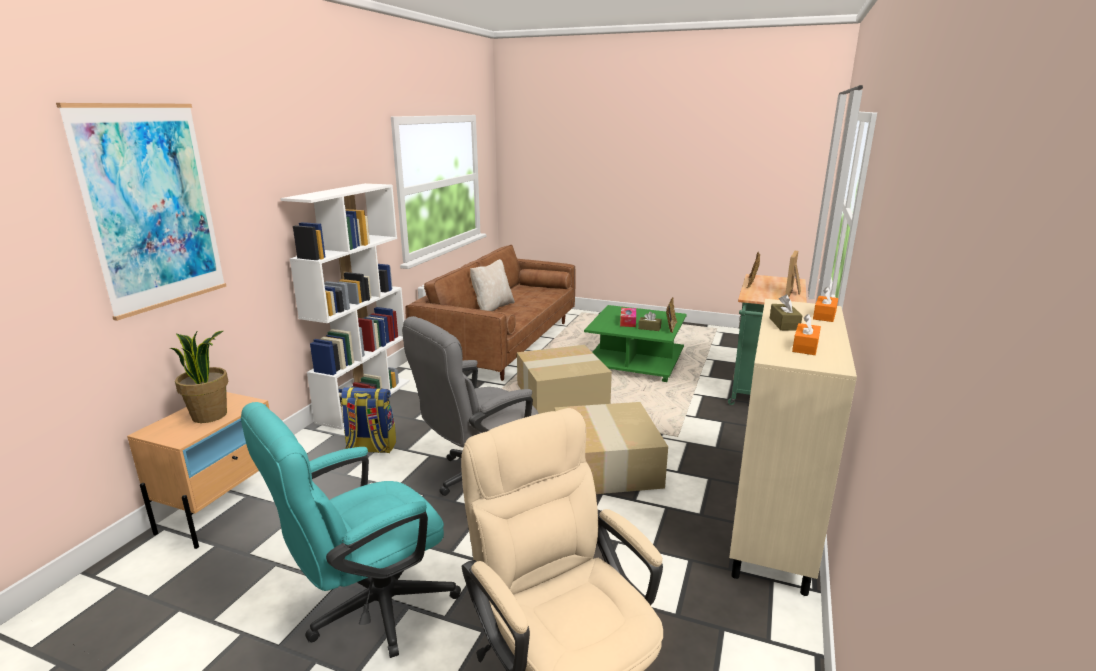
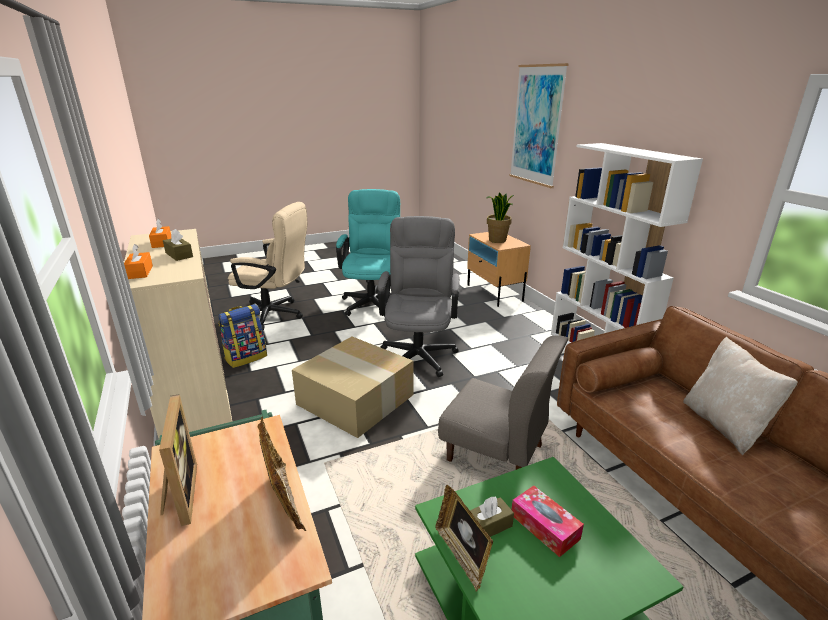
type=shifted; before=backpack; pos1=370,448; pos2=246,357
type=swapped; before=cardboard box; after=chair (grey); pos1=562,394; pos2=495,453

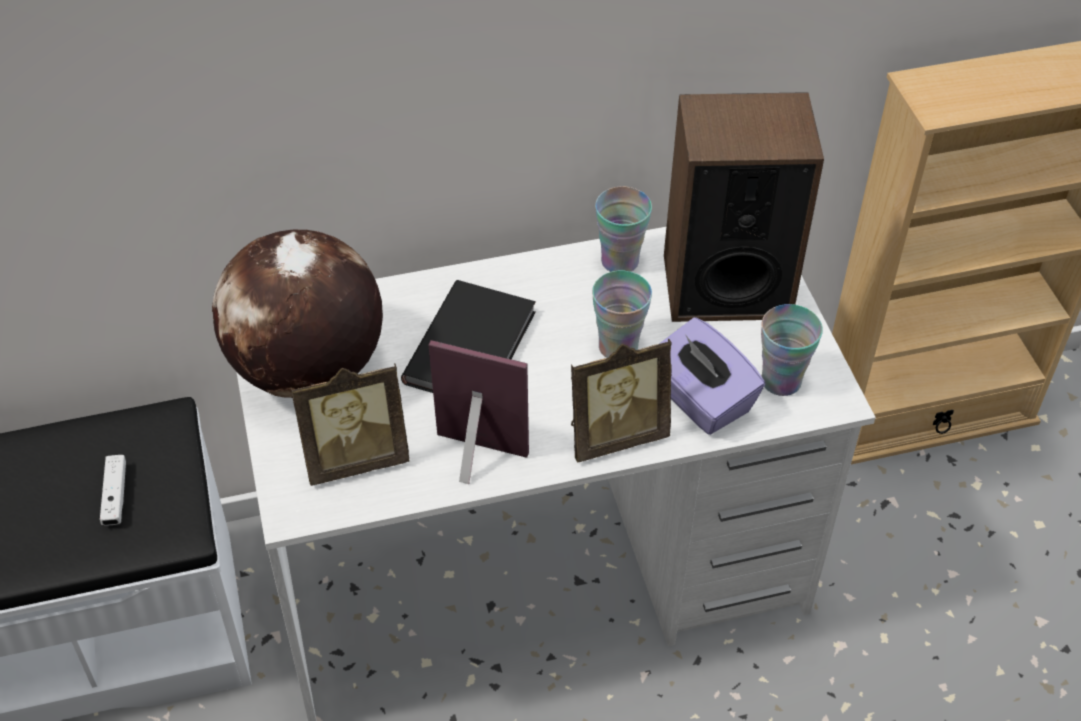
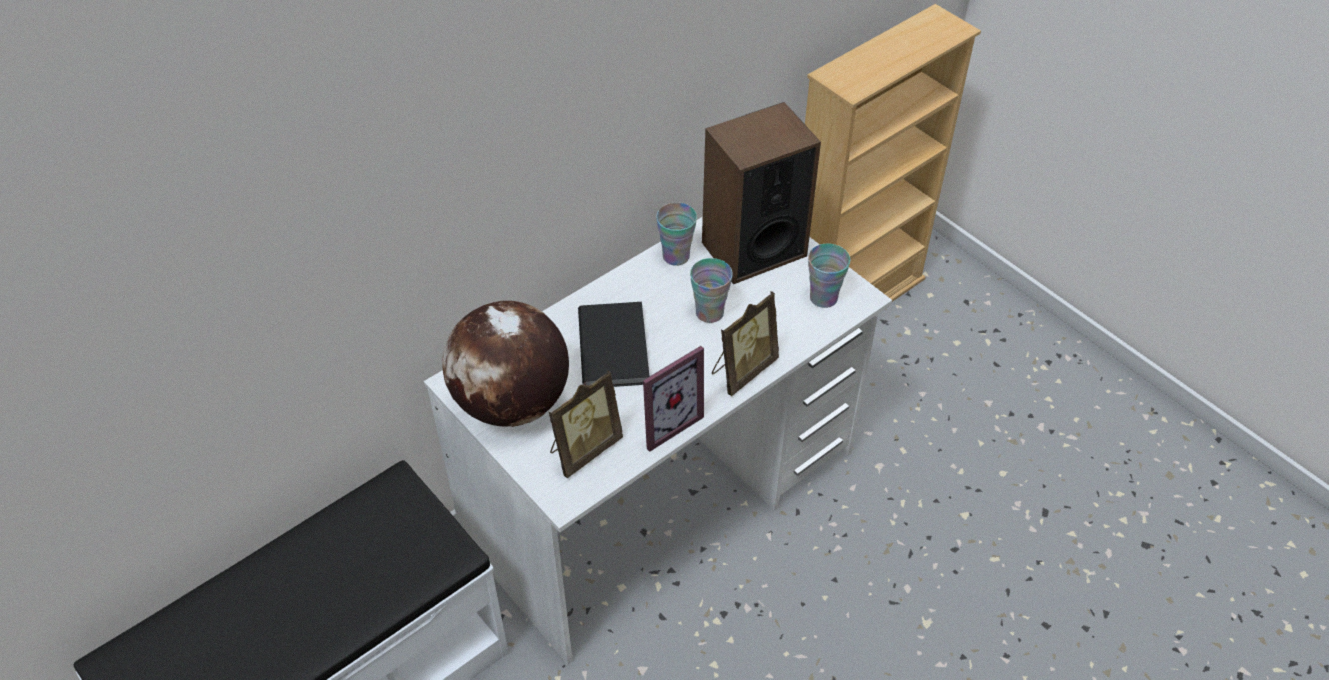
type=rotated; before=picture frame; pos1=474,462; pos2=664,421; turn=150
type=gone; before=game controller (white); pos1=115,496
type=gone; before=tissue box (purple); pos1=700,399

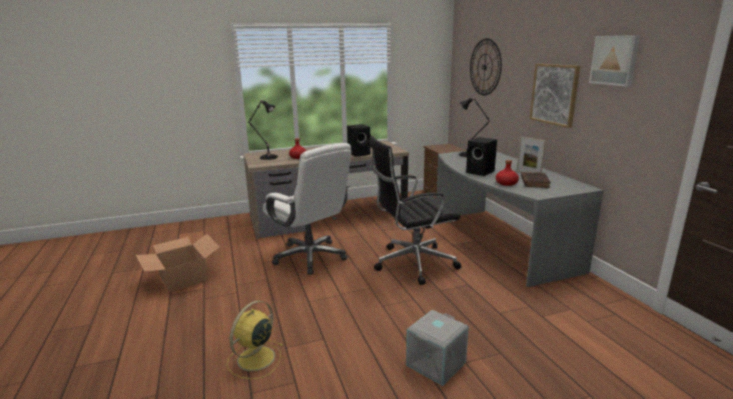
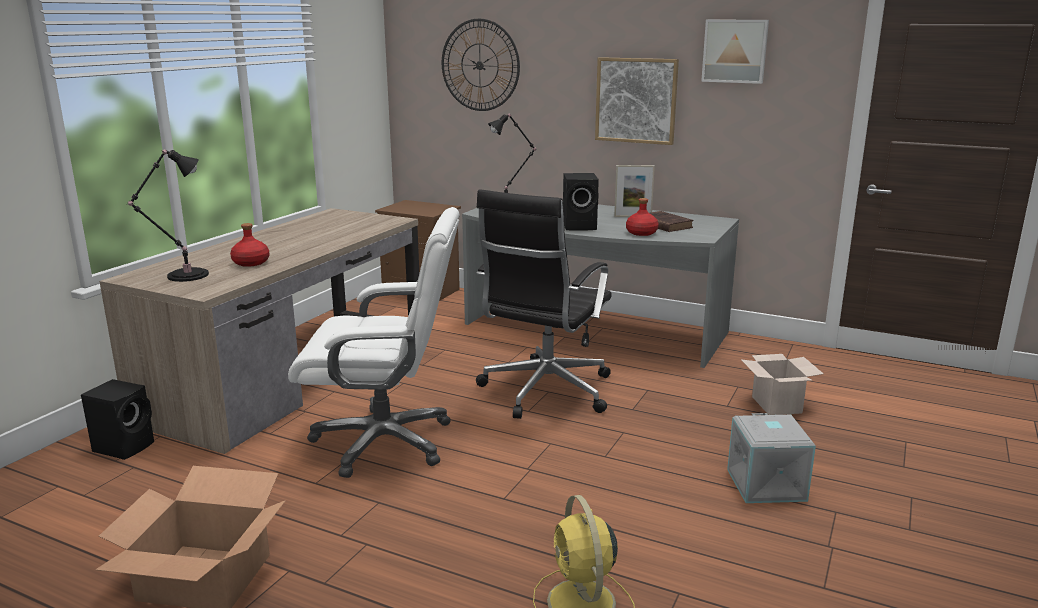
type=shifted; before=speaker (black); pos1=360,153; pos2=125,446
type=new; after=cardboard box; pos2=778,405

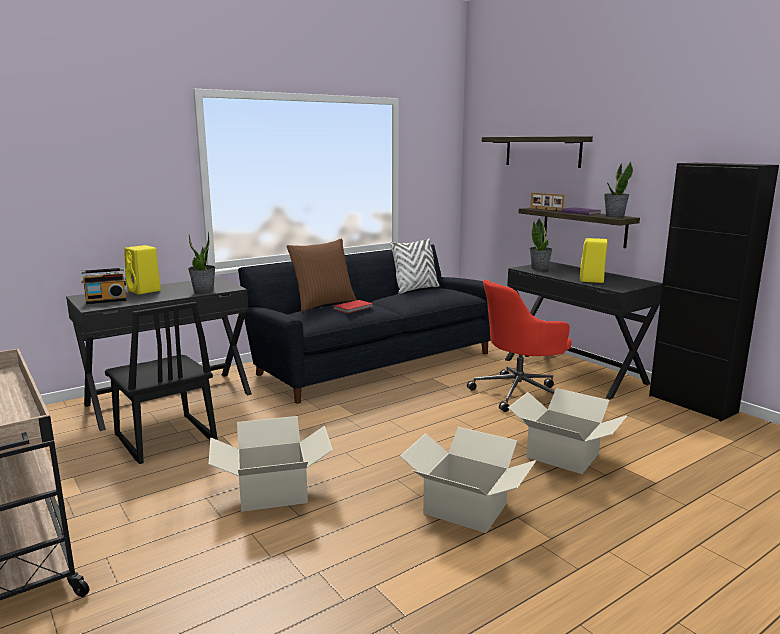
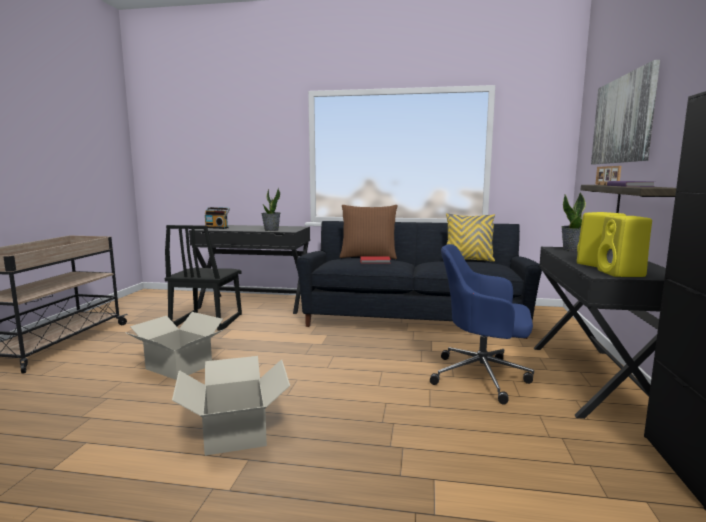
type=repainted; before=office chair (red); after=office chair (blue); pos1=519,393; pos2=482,376
type=repainted; before=pillow (white); after=pillow (yellow); pos1=415,289; pos2=468,260
type=swapped; before=shelf; after=picture; pos1=542,151; pos2=623,120
type=shifted; before=speaker (yellow); pos1=145,291; pos2=622,274
type=gone; before=cardboard box; pos1=562,456
type=gone; before=potted plant; pos1=614,216

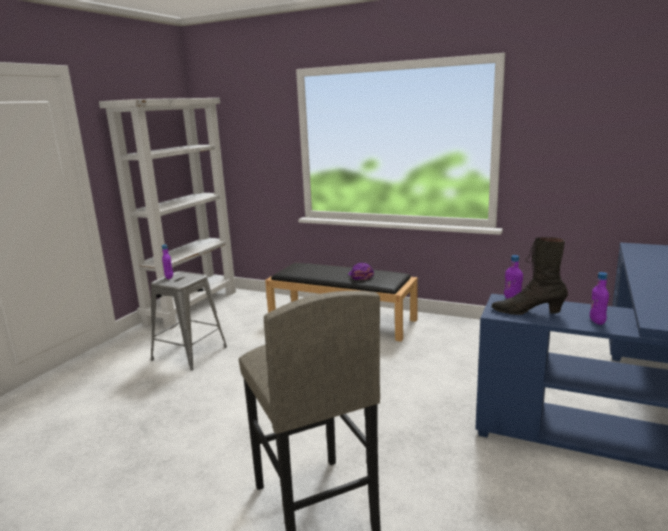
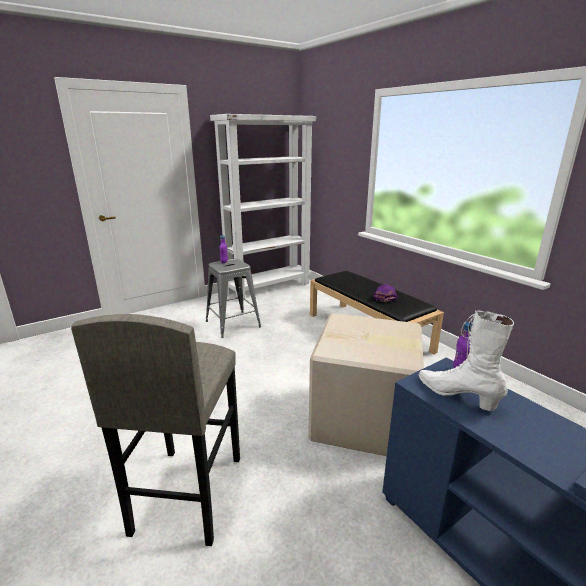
type=new; after=cardboard box; pos2=364,420
type=repainted; before=boot (black); after=boot (white); pos1=527,312; pos2=457,395
type=gone; before=bottle (purple); pos1=597,321

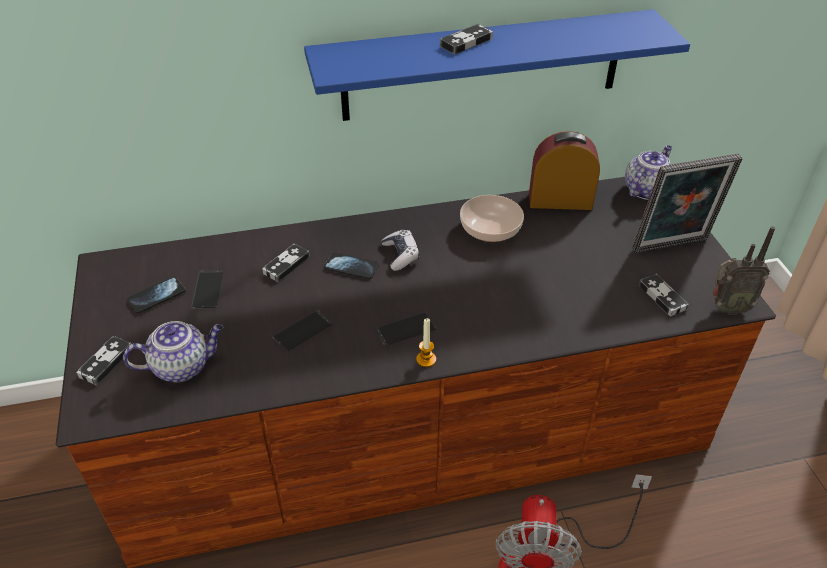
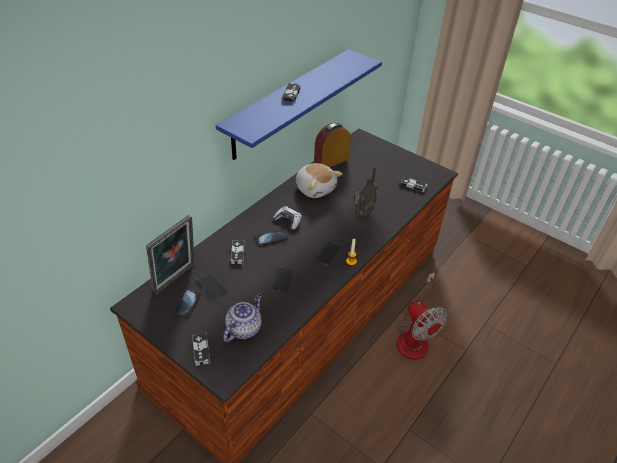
type=shifted; before=picture frame; pos1=672,247; pos2=176,279
type=swapped; before=bowl; after=plush toy; pos1=491,229; pos2=315,188
type=shifted; before=radio; pos1=727,308; pos2=362,213
type=gone; before=teapot; pos1=645,189

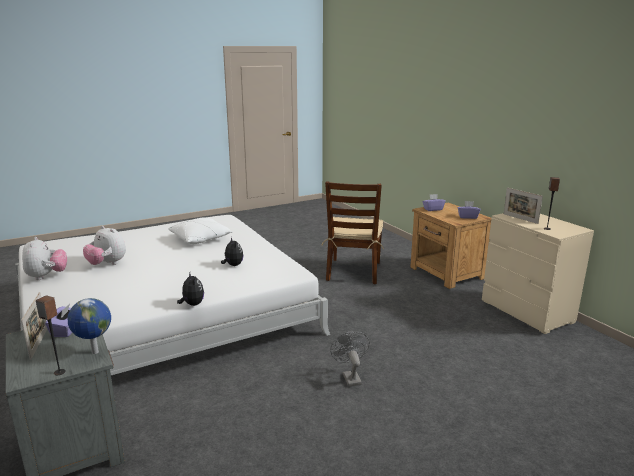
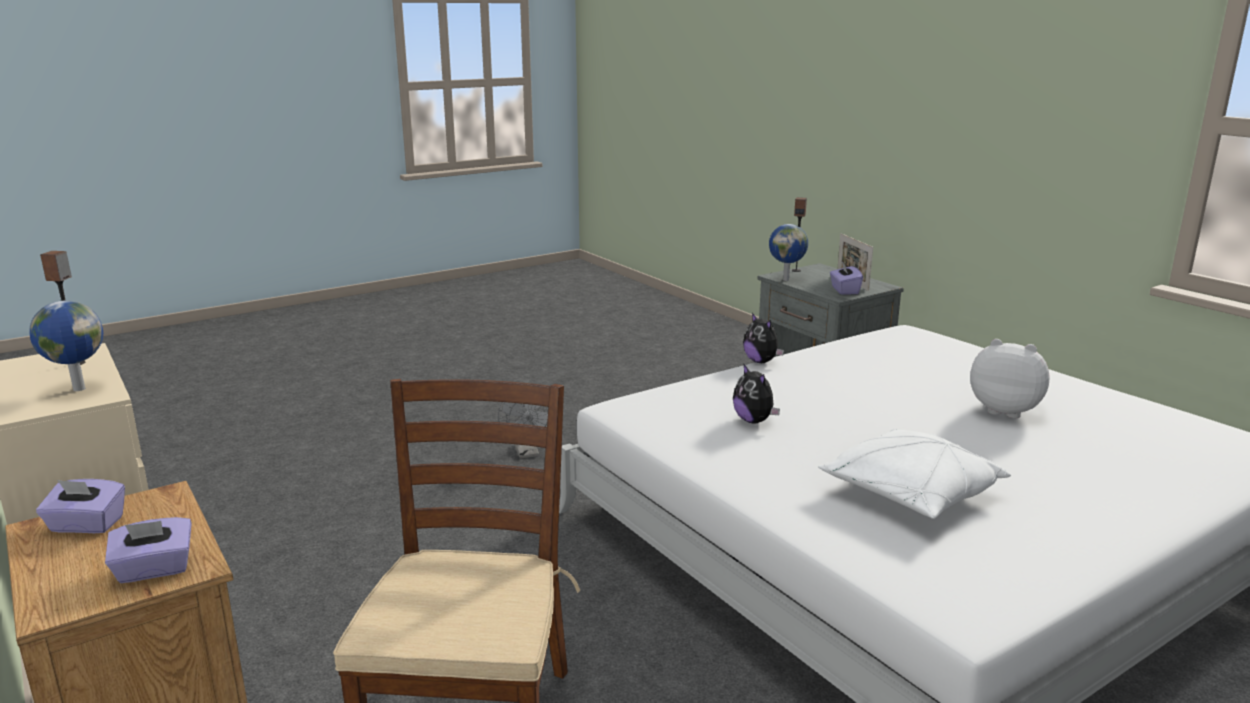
type=swapped; before=picture frame; after=globe; pos1=520,218; pos2=78,389
type=gone; before=plush toy; pos1=47,276

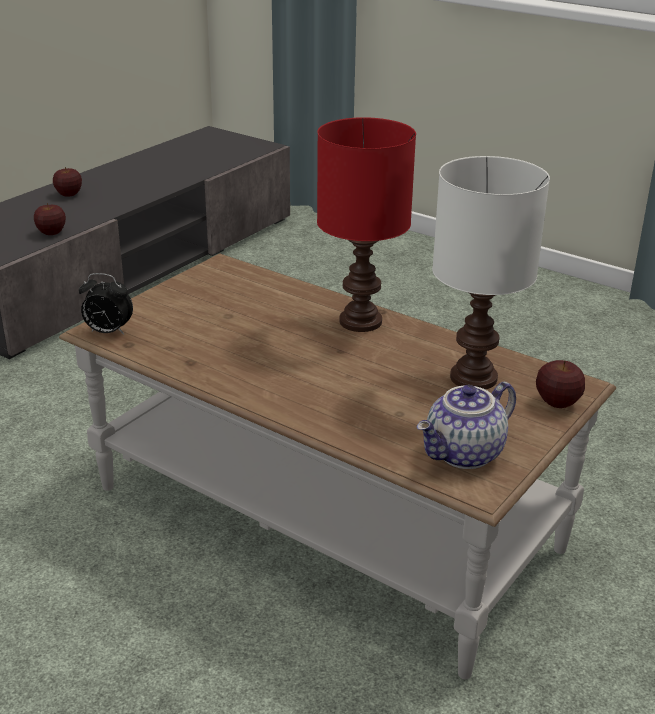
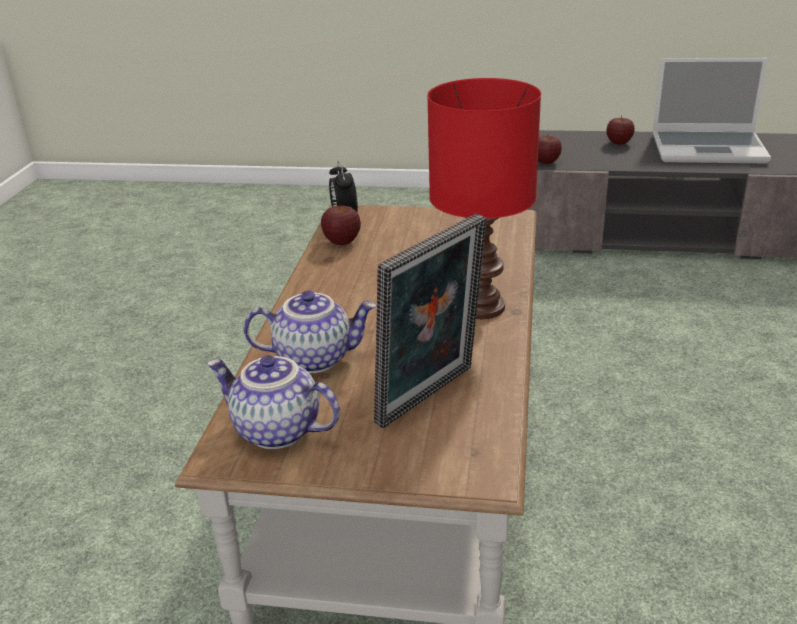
type=new; after=teapot; pos2=315,358
type=shifted; before=apple; pos1=557,403; pos2=341,241
type=swapped; before=table lamp (white); after=picture frame; pos1=471,377; pos2=431,398
type=new; after=laptop; pos2=709,149

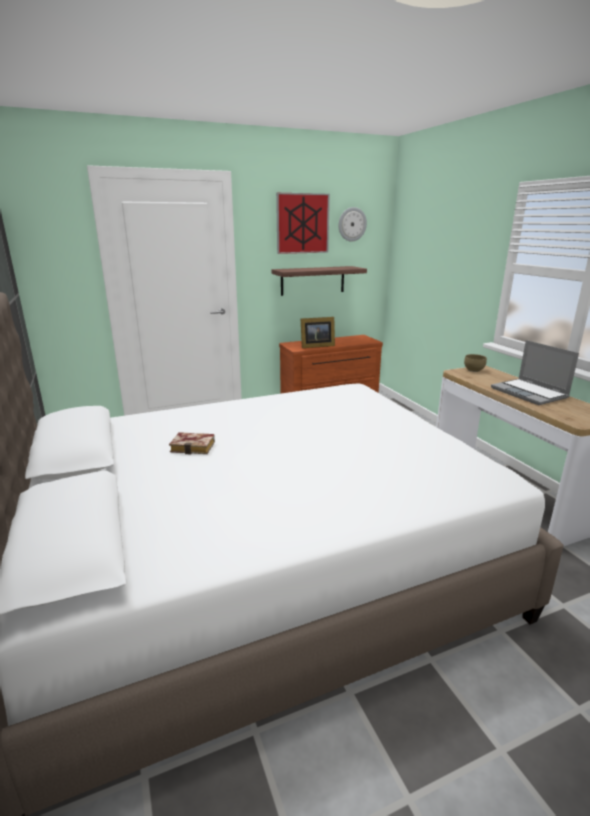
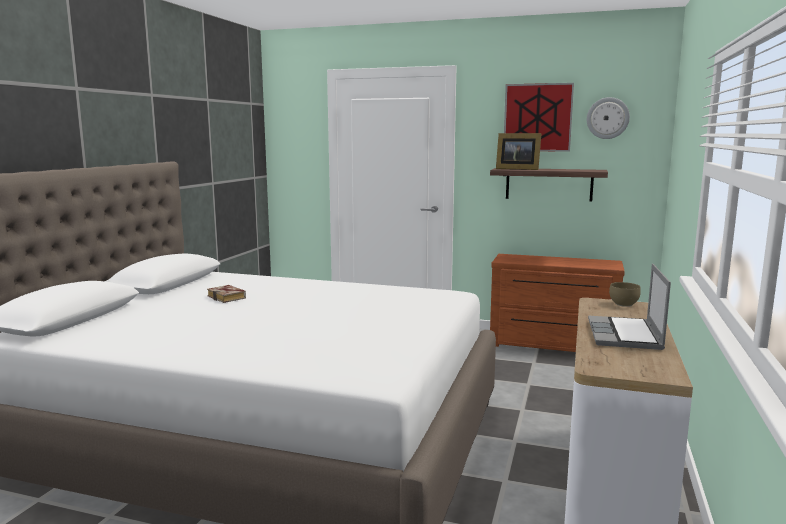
type=shifted; before=picture frame; pos1=316,346; pos2=516,169

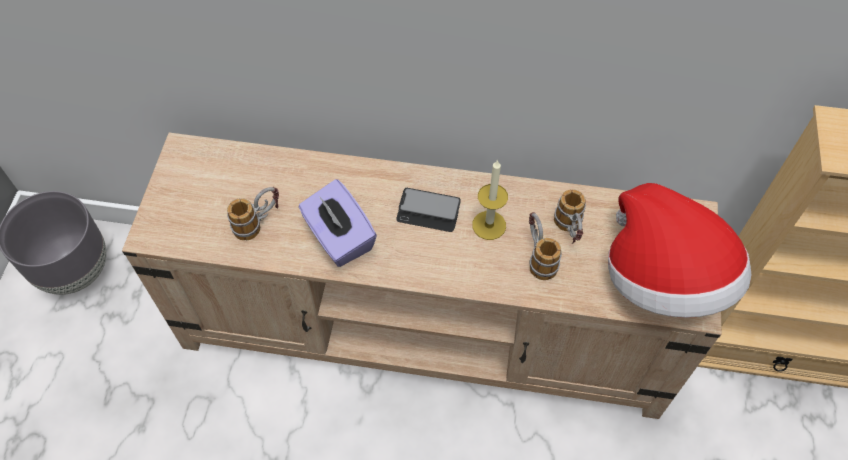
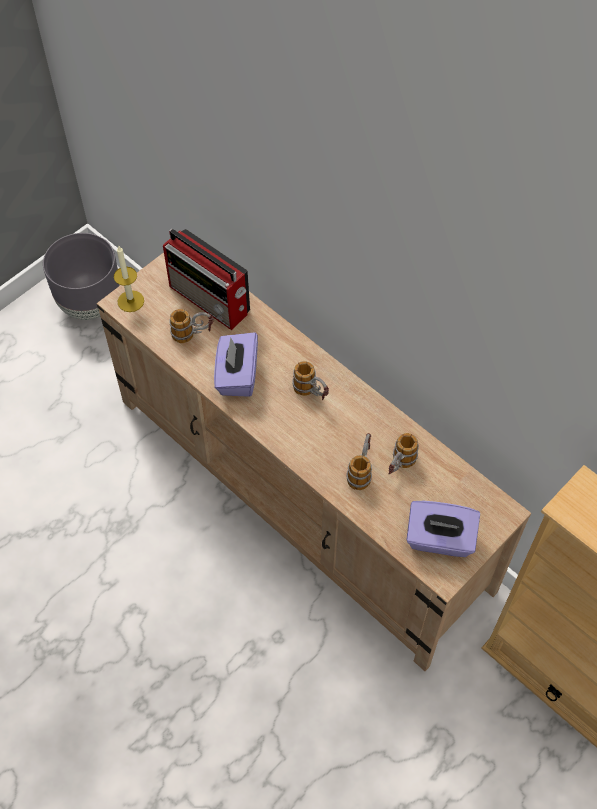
type=shifted; before=candle; pos1=489,225; pos2=130,301
type=new; after=radio; pos2=211,301
type=swapped; before=phone; after=mug; pos1=428,211; pos2=311,393
type=swapped; before=hat; after=tissue box (purple); pos1=664,278; pos2=439,540

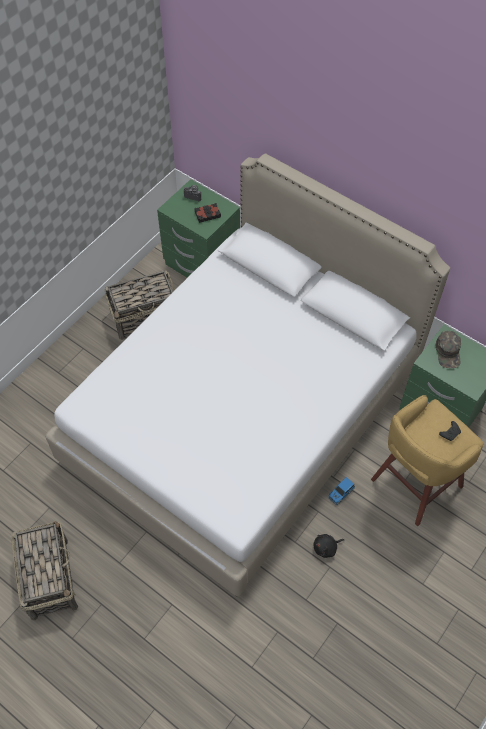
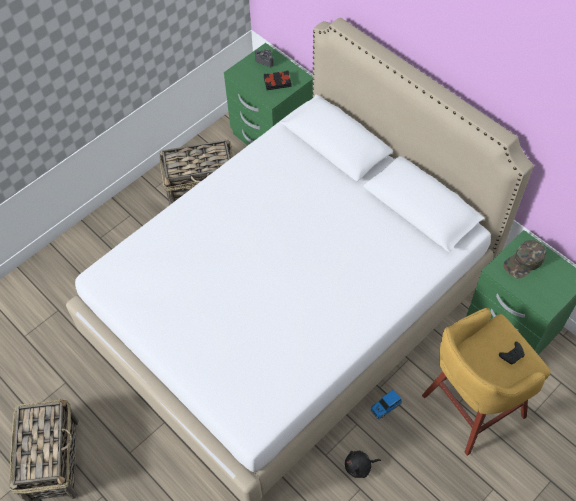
type=rotated; before=cap (green); pos1=448,352; pos2=524,262; turn=45

